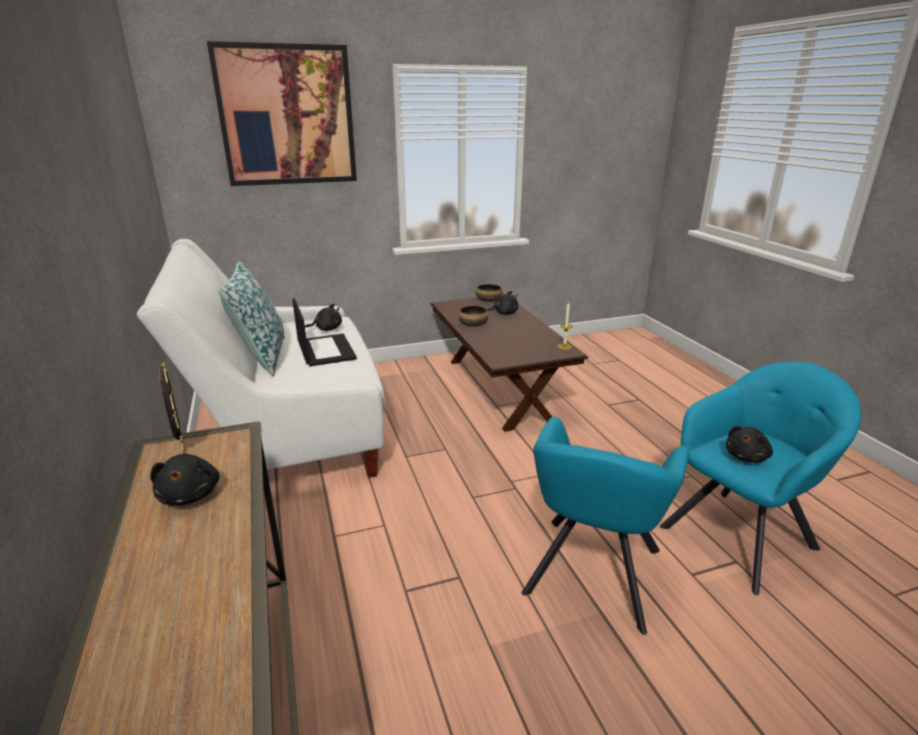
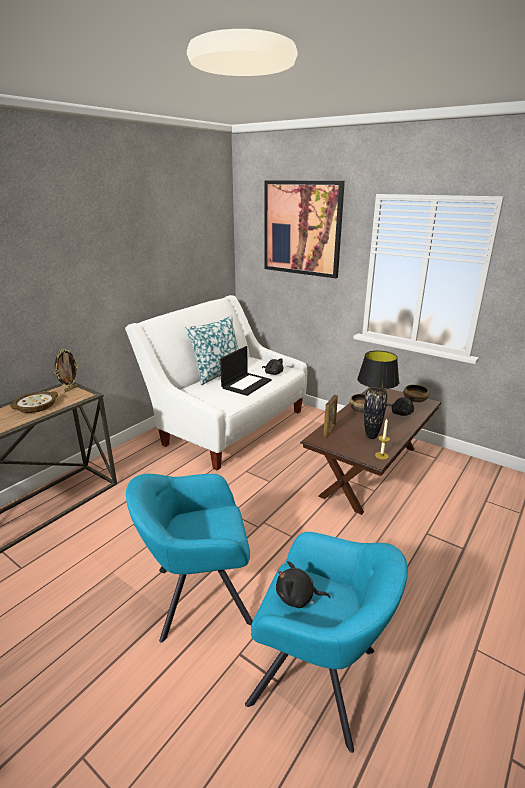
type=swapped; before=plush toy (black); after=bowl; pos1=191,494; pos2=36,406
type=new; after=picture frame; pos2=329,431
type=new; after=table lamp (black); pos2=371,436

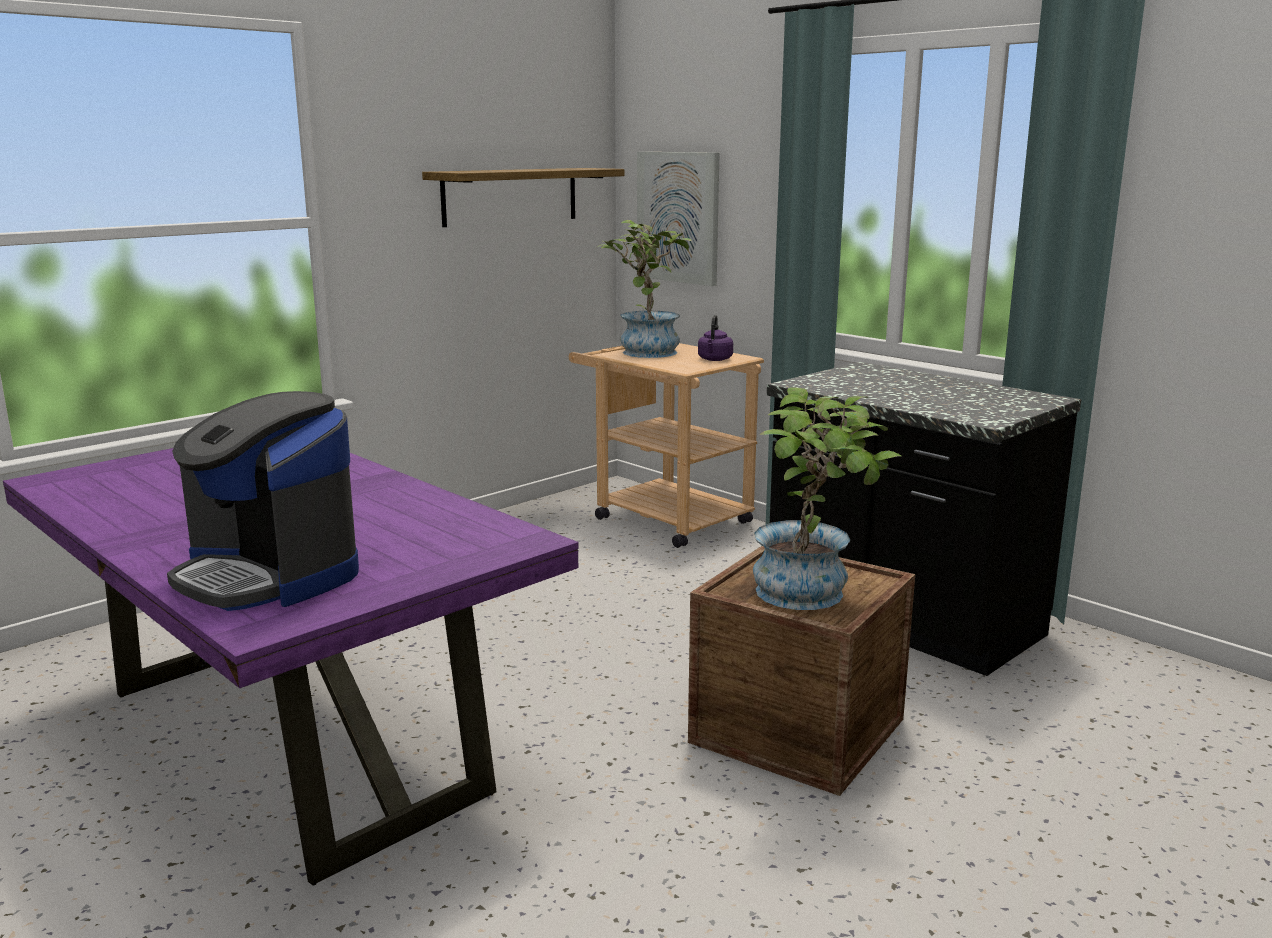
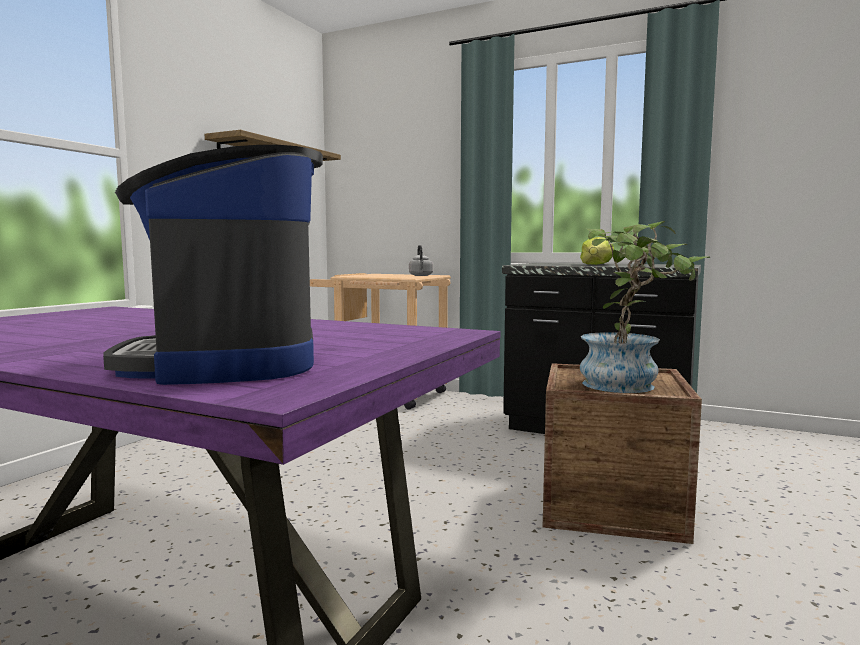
type=rotated; before=coffee machine; pos1=269,576; pos2=226,362; turn=60
type=repainted; before=kettle (purple); after=kettle (grey); pos1=714,359; pos2=421,275
type=new; after=lettuce; pos2=596,264
type=gone; before=potted plant; pos1=645,351
type=gone; before=picture; pos1=678,217

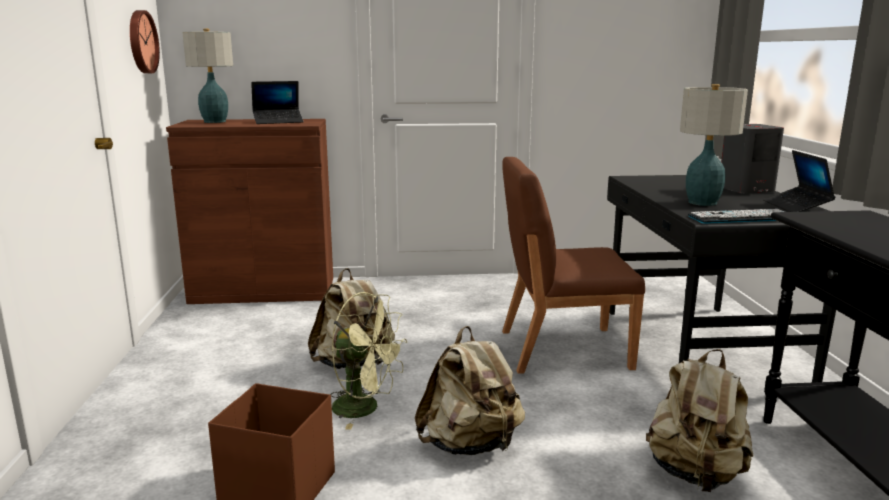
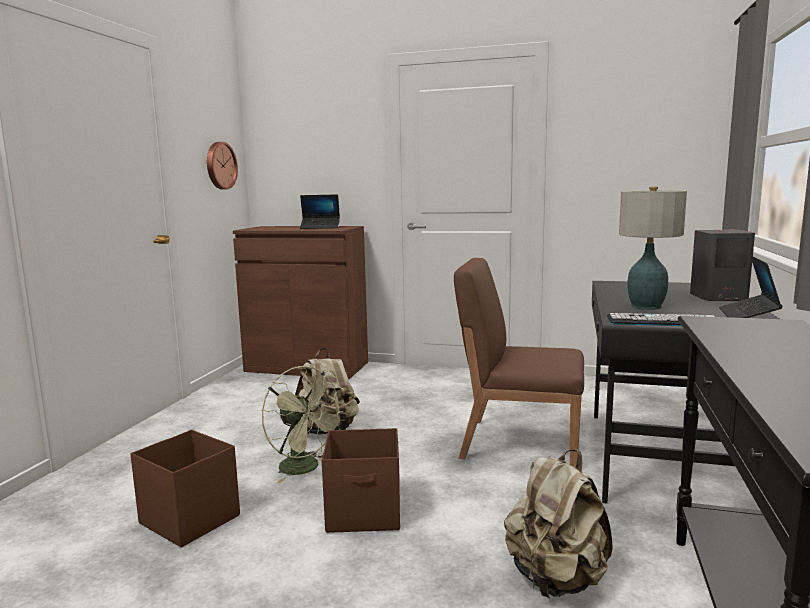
type=swapped; before=backpack (beige); after=storage box (brown); pos1=470,445; pos2=365,513
type=gone; before=table lamp; pos1=215,121

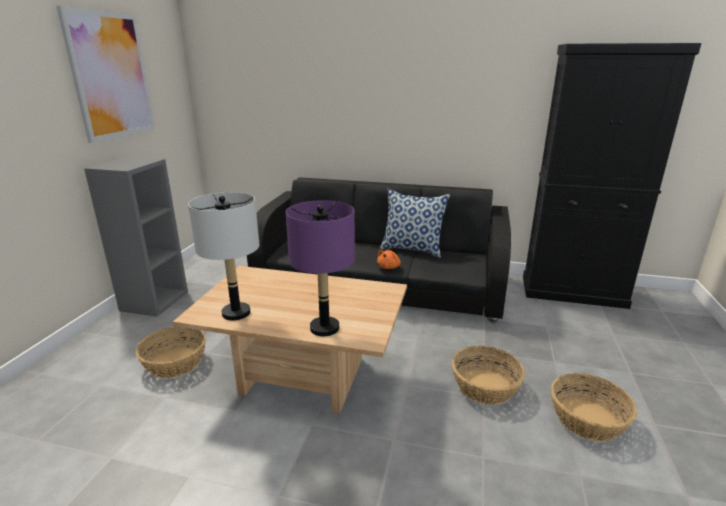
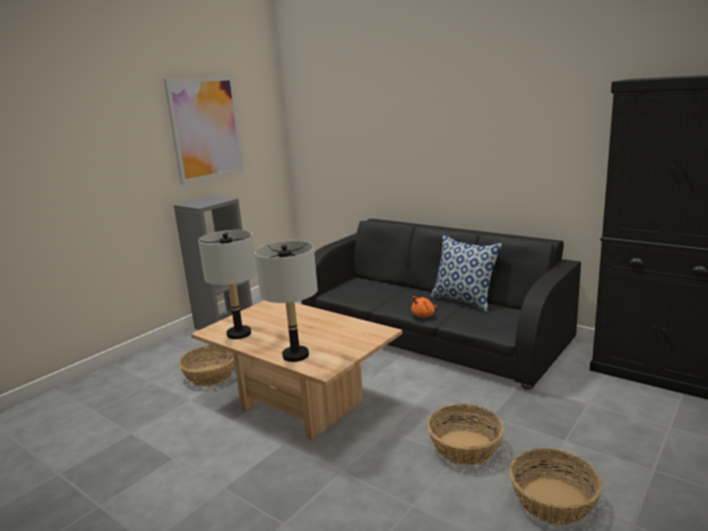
type=repainted; before=table lamp (purple); after=table lamp (grey); pos1=324,328; pos2=295,355

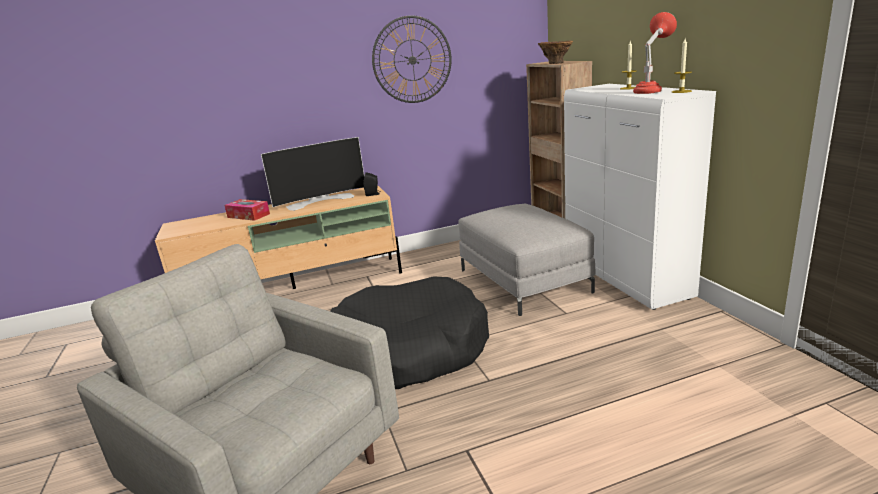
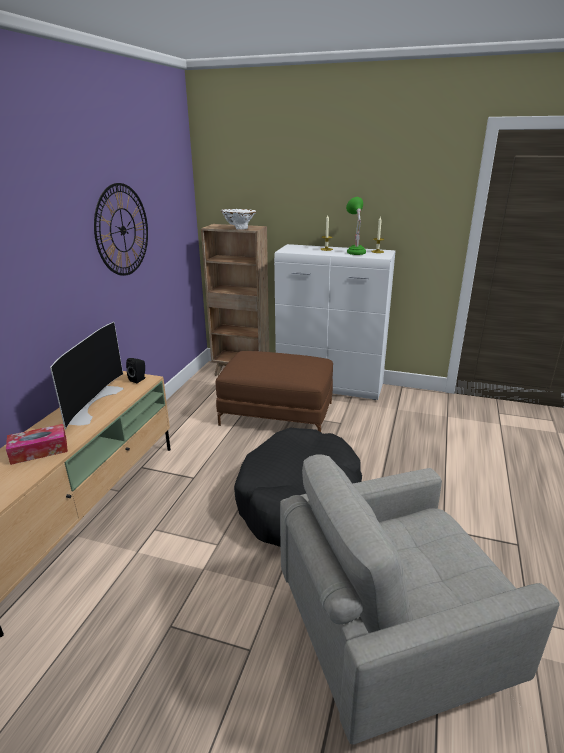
type=repainted; before=ottoman (grey); after=ottoman (brown); pos1=524,280; pos2=277,413
type=repainted; before=vase (brown); after=vase (white); pos1=555,63; pos2=239,228
type=repainted; before=table lamp (red); after=table lamp (green); pos1=651,91; pos2=355,252

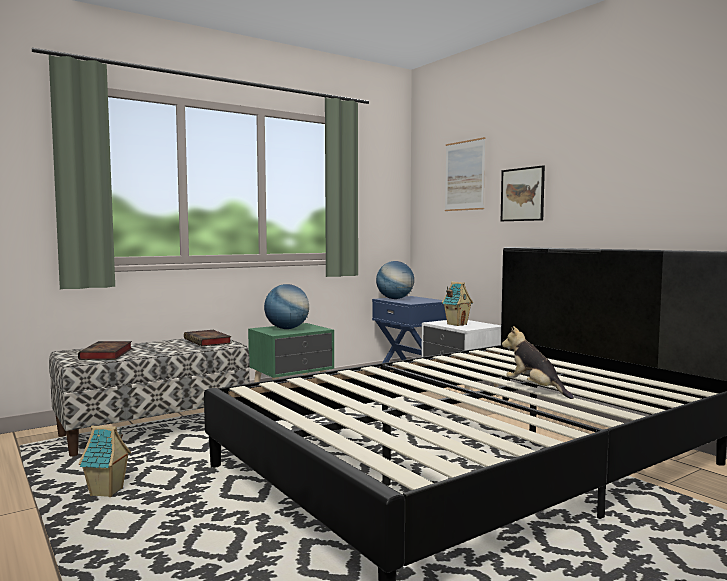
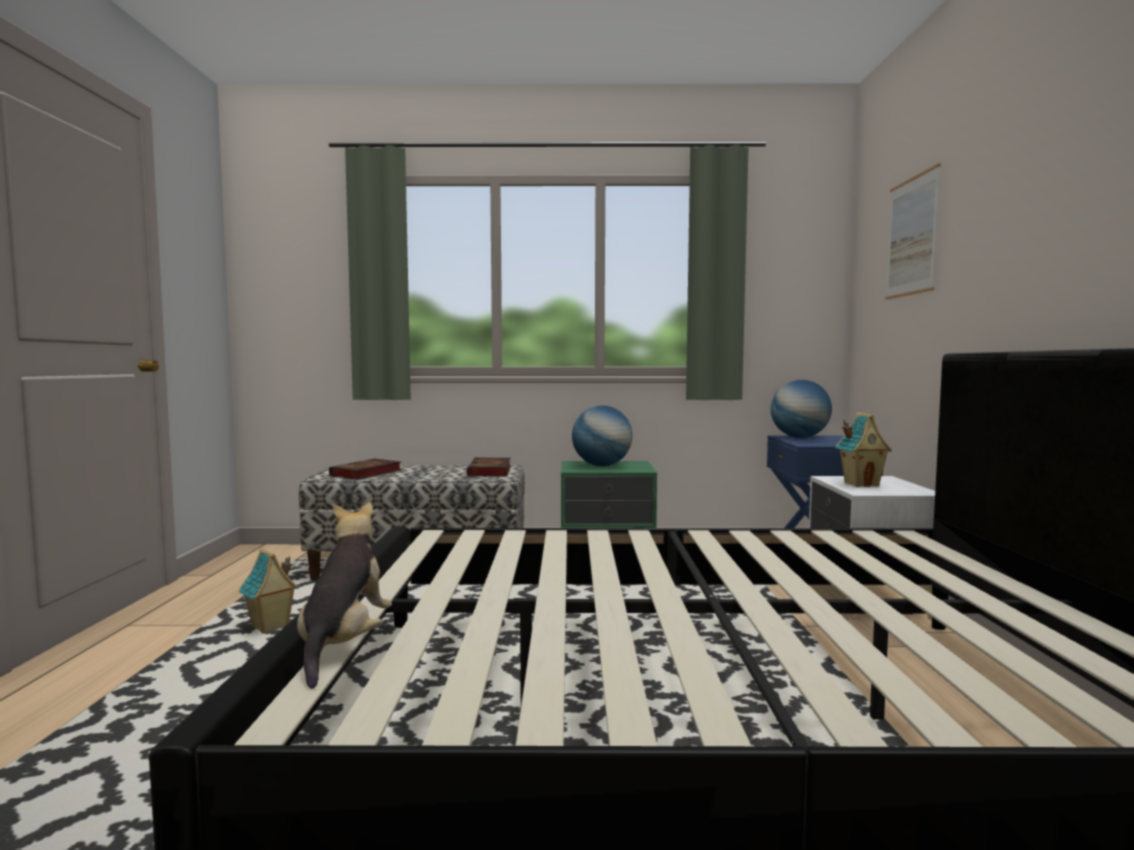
type=shifted; before=plush toy; pos1=535,389; pos2=344,643
type=gone; before=picture; pos1=522,194

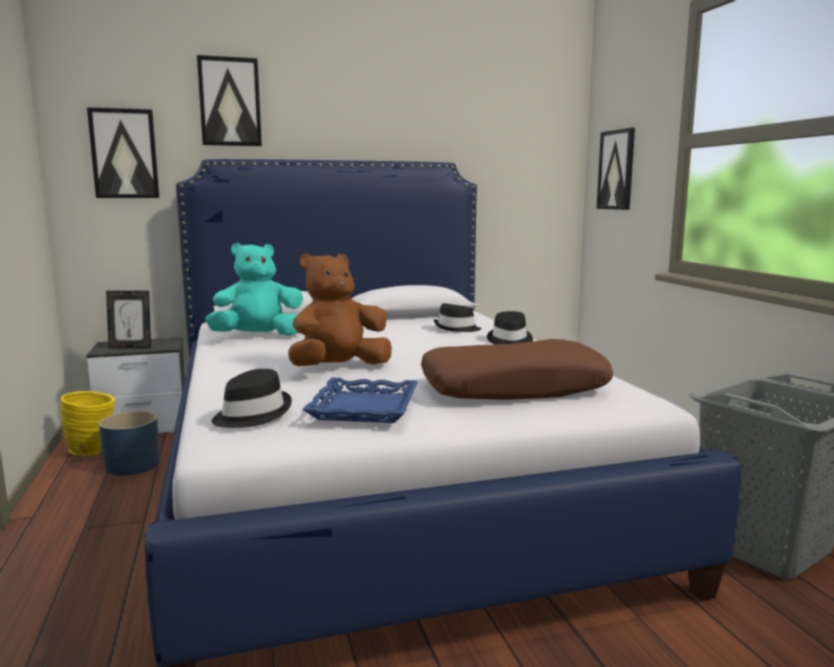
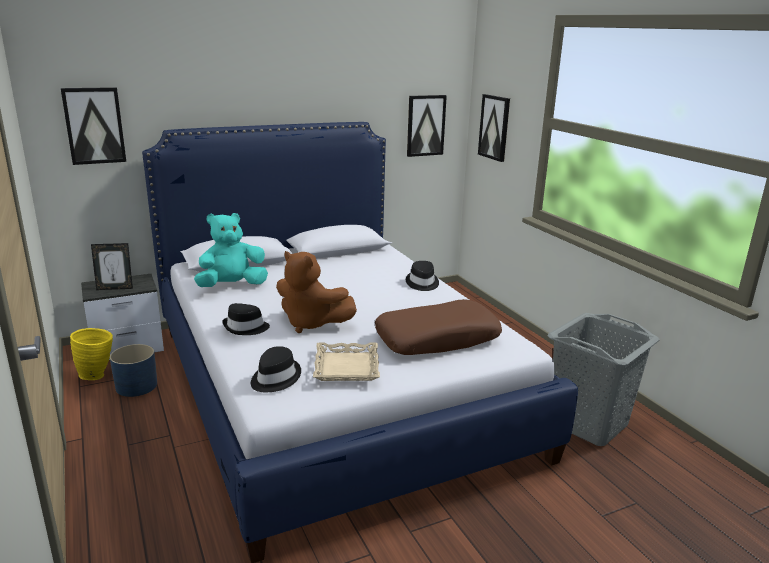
type=shifted; before=hat (black); pos1=457,328; pos2=245,328
type=rotated; before=plush toy (brown); pos1=339,368; pos2=311,323; turn=-105
type=repainted; before=tray (blue); after=tray (beige); pos1=363,408; pos2=346,367
type=shifted; before=picture; pos1=230,102; pos2=425,125

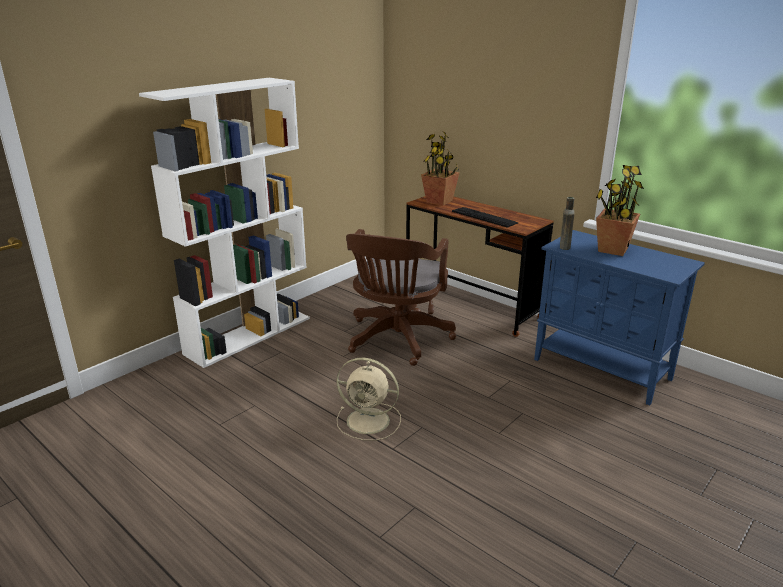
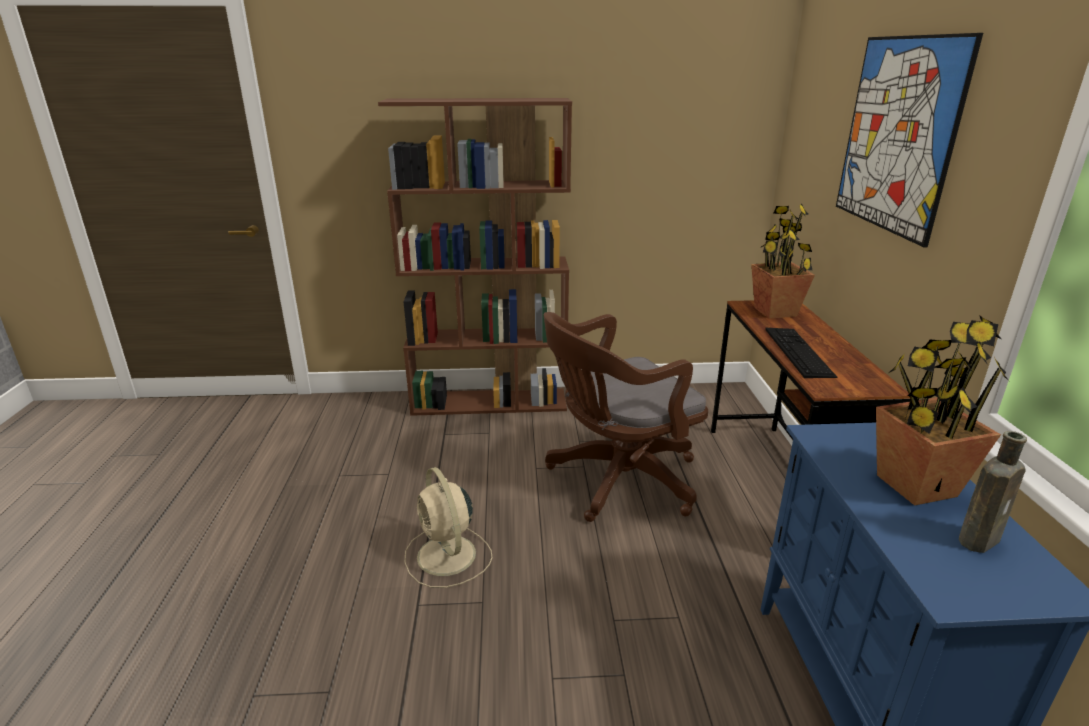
type=repainted; before=bookcase (white); after=bookcase (brown); pos1=249,335; pos2=490,402
type=new; after=picture; pos2=897,135
type=shifted; before=bottle (brown); pos1=564,246; pos2=979,539

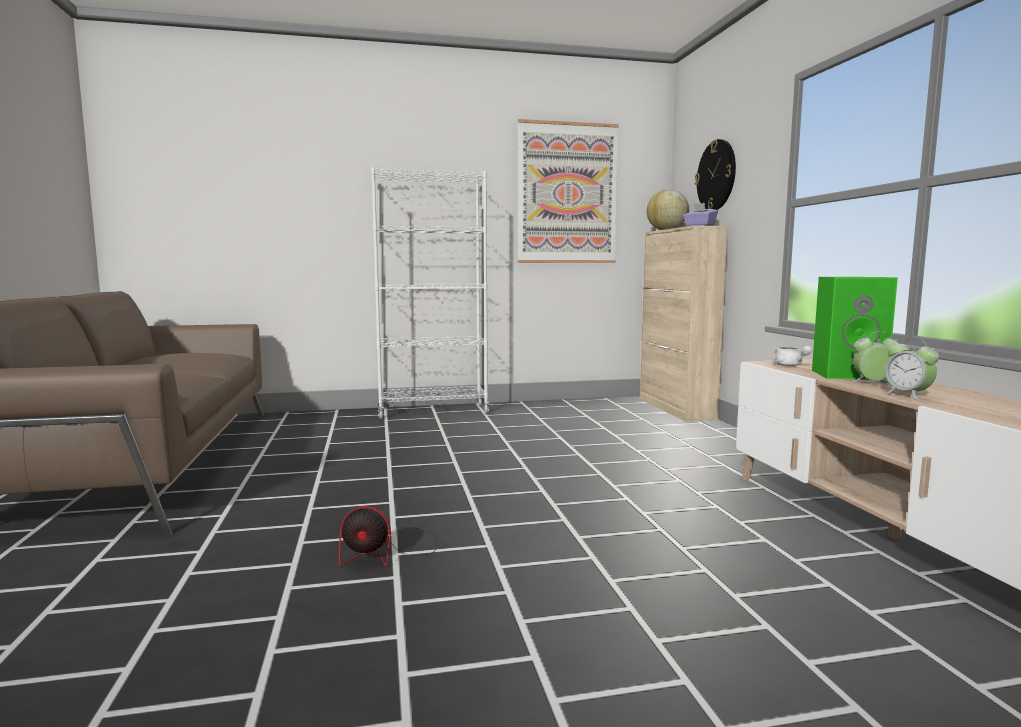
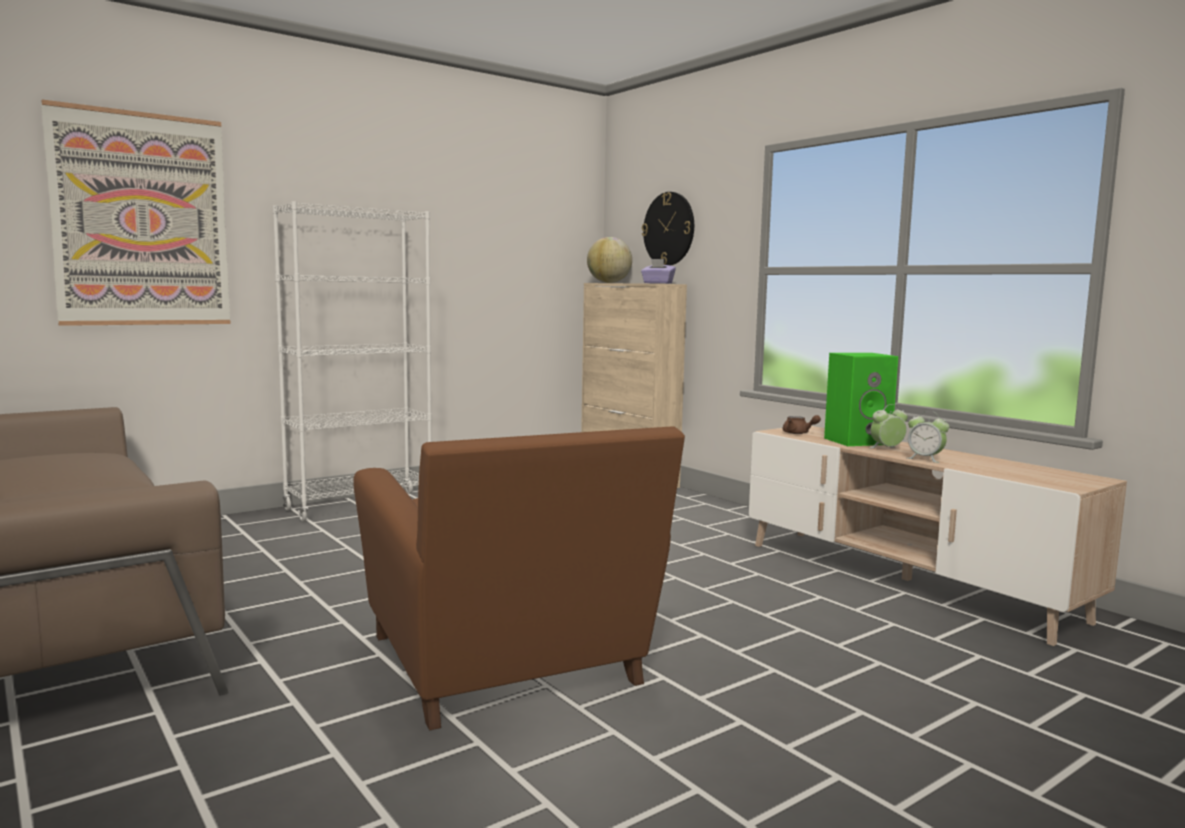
type=shifted; before=picture; pos1=567,193; pos2=142,220
type=swapped; before=fan; after=armchair (brown); pos1=386,553; pos2=509,666
type=repainted; before=teapot (white); after=teapot (brown); pos1=789,365; pos2=798,433

